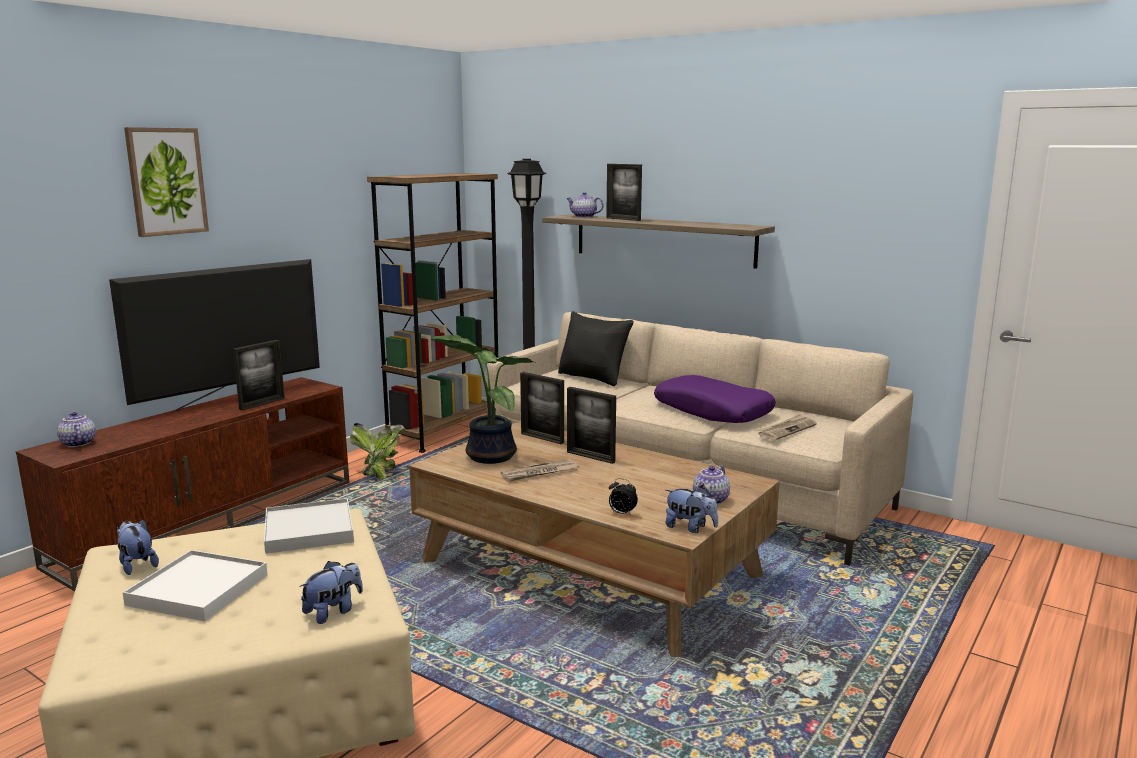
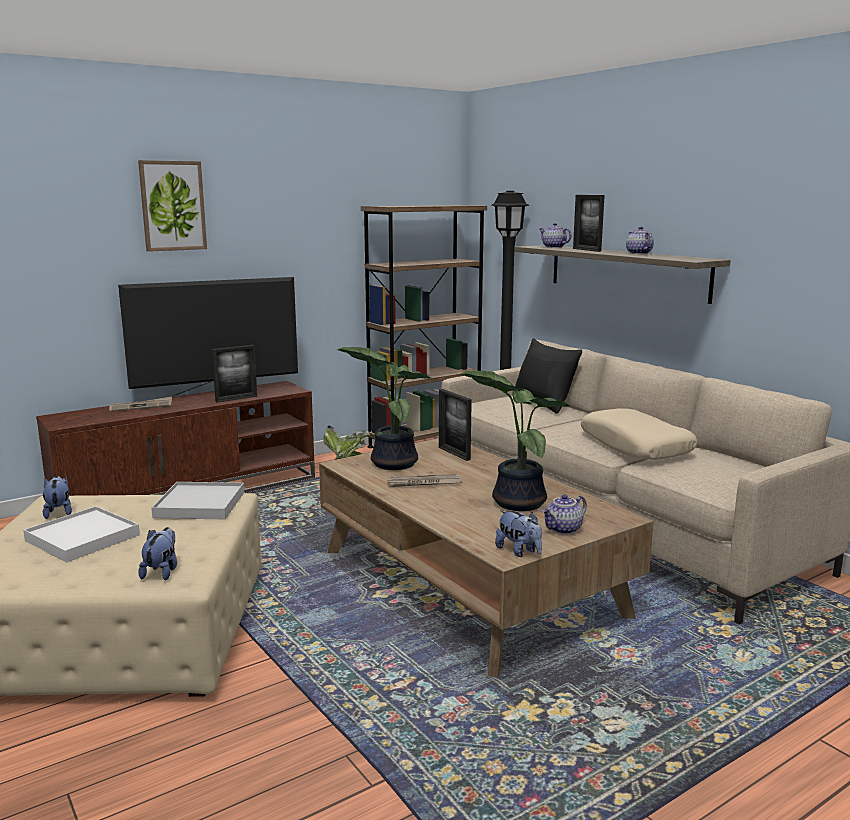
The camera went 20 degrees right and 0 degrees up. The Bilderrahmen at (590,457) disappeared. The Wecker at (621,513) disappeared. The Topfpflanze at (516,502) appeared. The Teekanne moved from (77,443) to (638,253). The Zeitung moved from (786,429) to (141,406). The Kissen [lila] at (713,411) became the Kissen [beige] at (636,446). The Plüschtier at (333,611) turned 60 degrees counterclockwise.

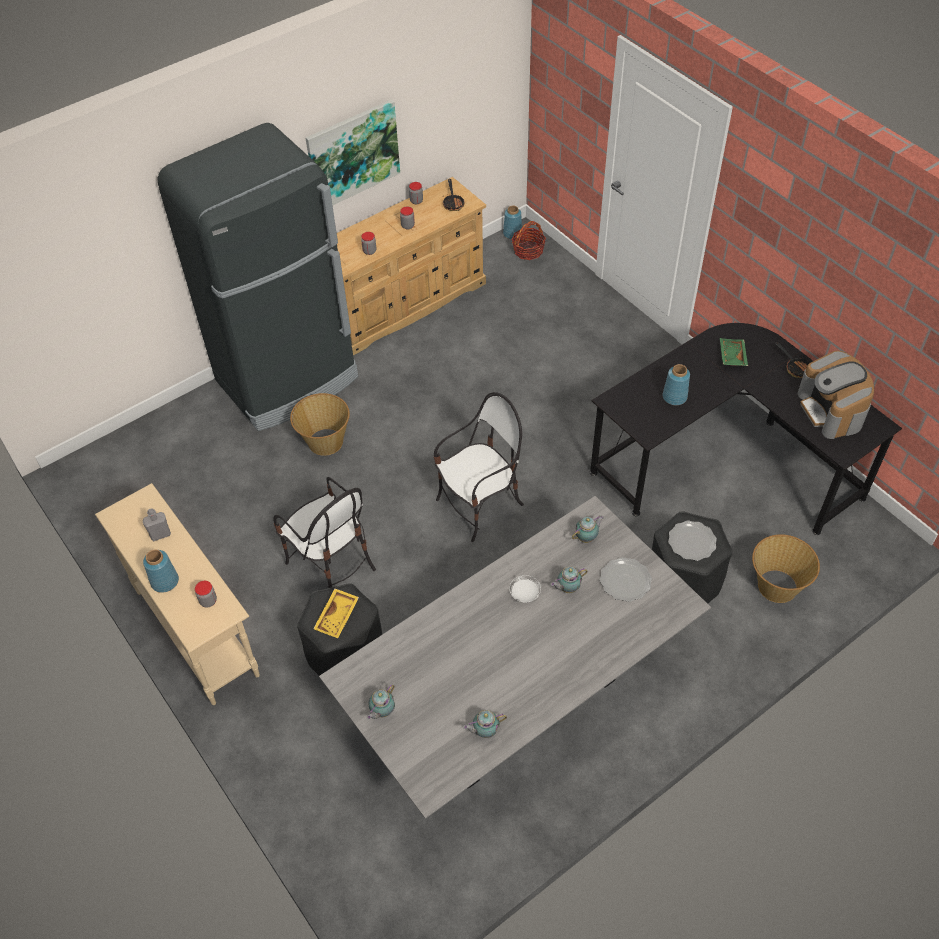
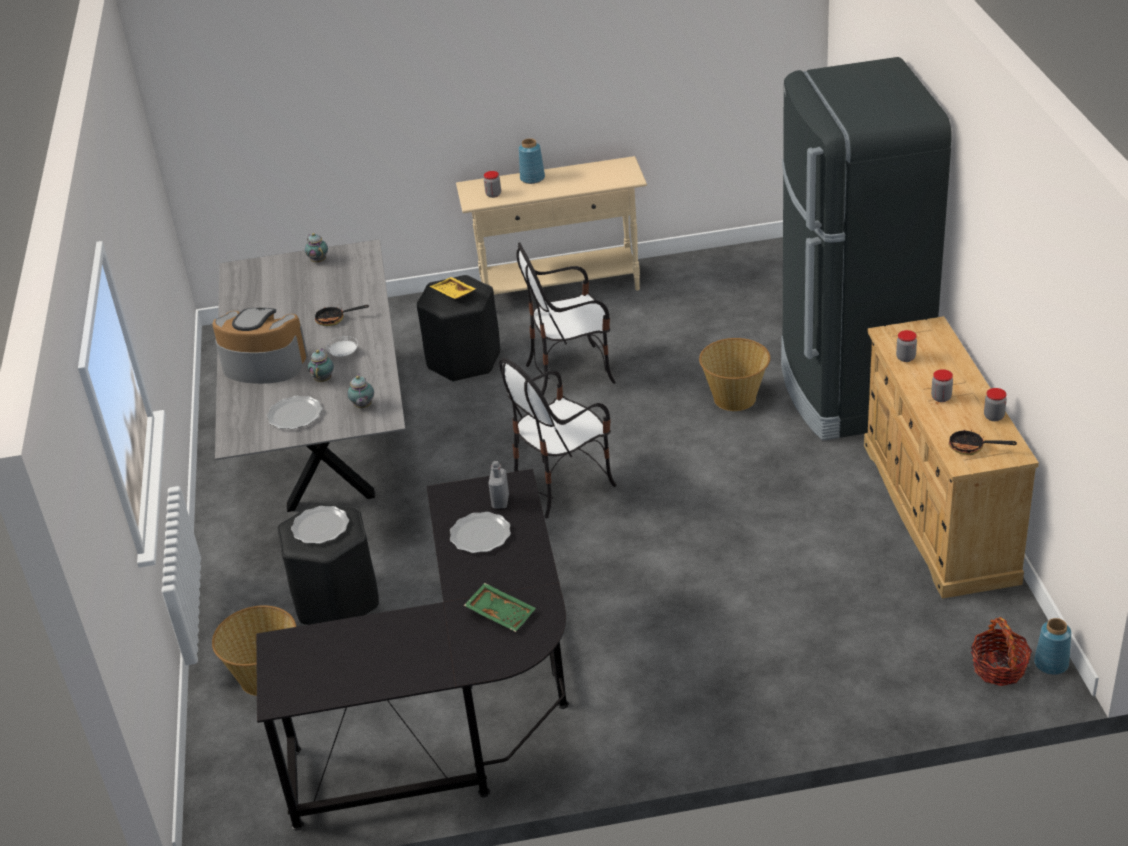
The camera went 120 degrees right and 15 degrees down. The Bild at (353,154) disappeared. The Teekanne at (484,731) disappeared. The Flasche [grau] moved from (160,534) to (500,501). The Pfanne moved from (795,367) to (335,319). The Kaffeemaschine moved from (831,410) to (263,365). The Vase [blau] at (674,396) was replaced by the Teller at (480,535). The Stuhl at (480,506) turned 60 degrees clockwise.

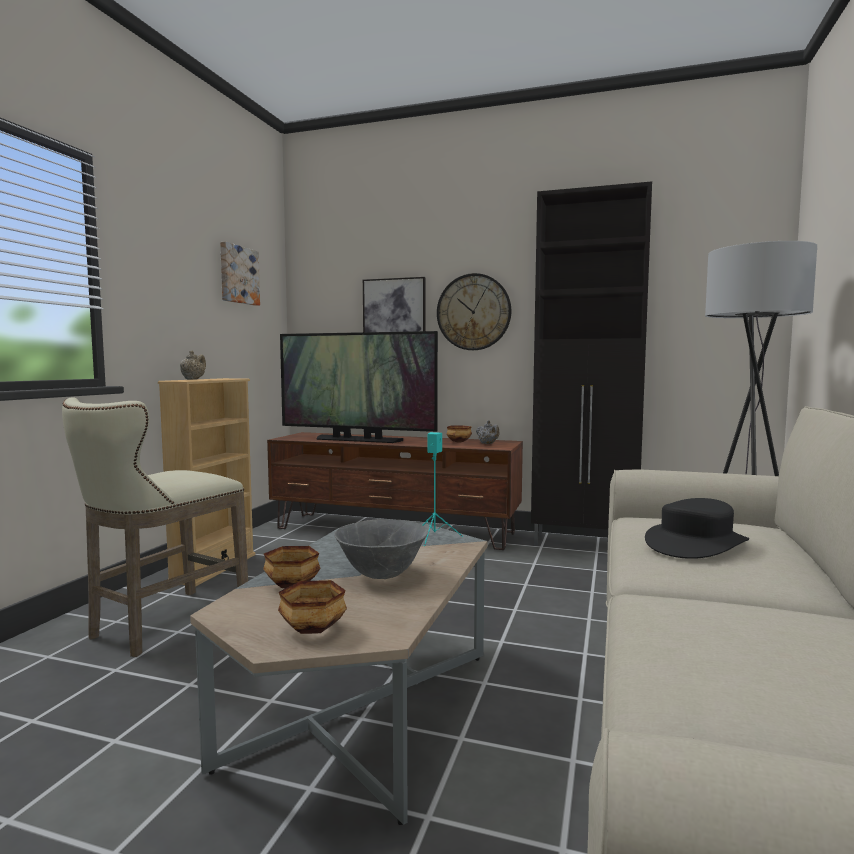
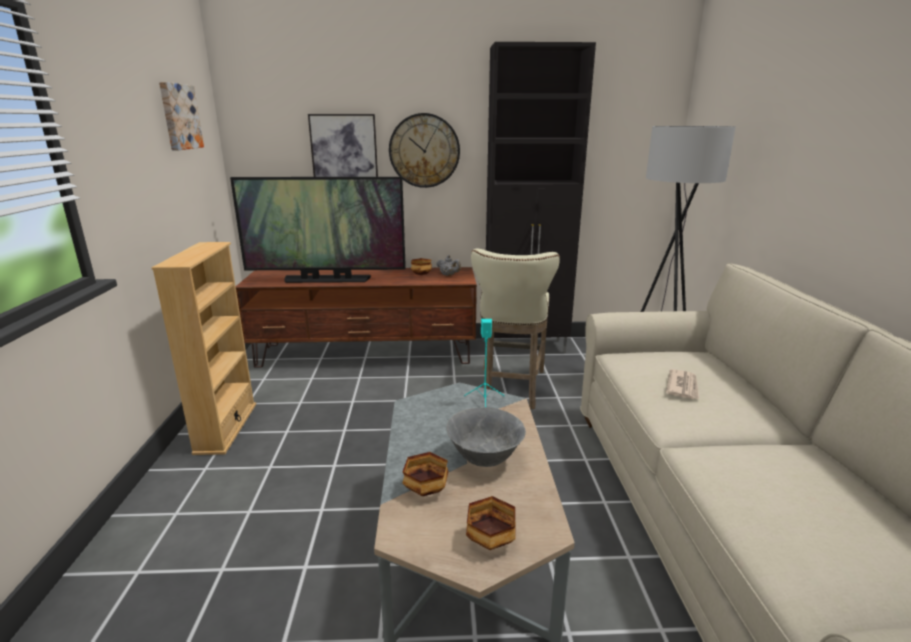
The camera went 20 degrees left and 15 degrees up. The Teekanne [beige] at (193,379) disappeared. The Hocker [beige] moved from (161,625) to (511,389). The Hut [schwarz] at (695,544) was replaced by the Zeitung at (683,386).

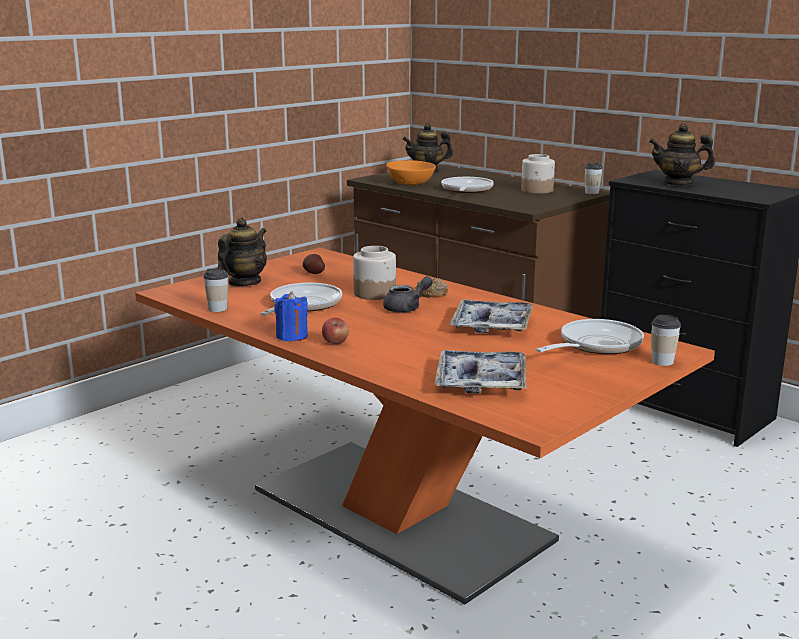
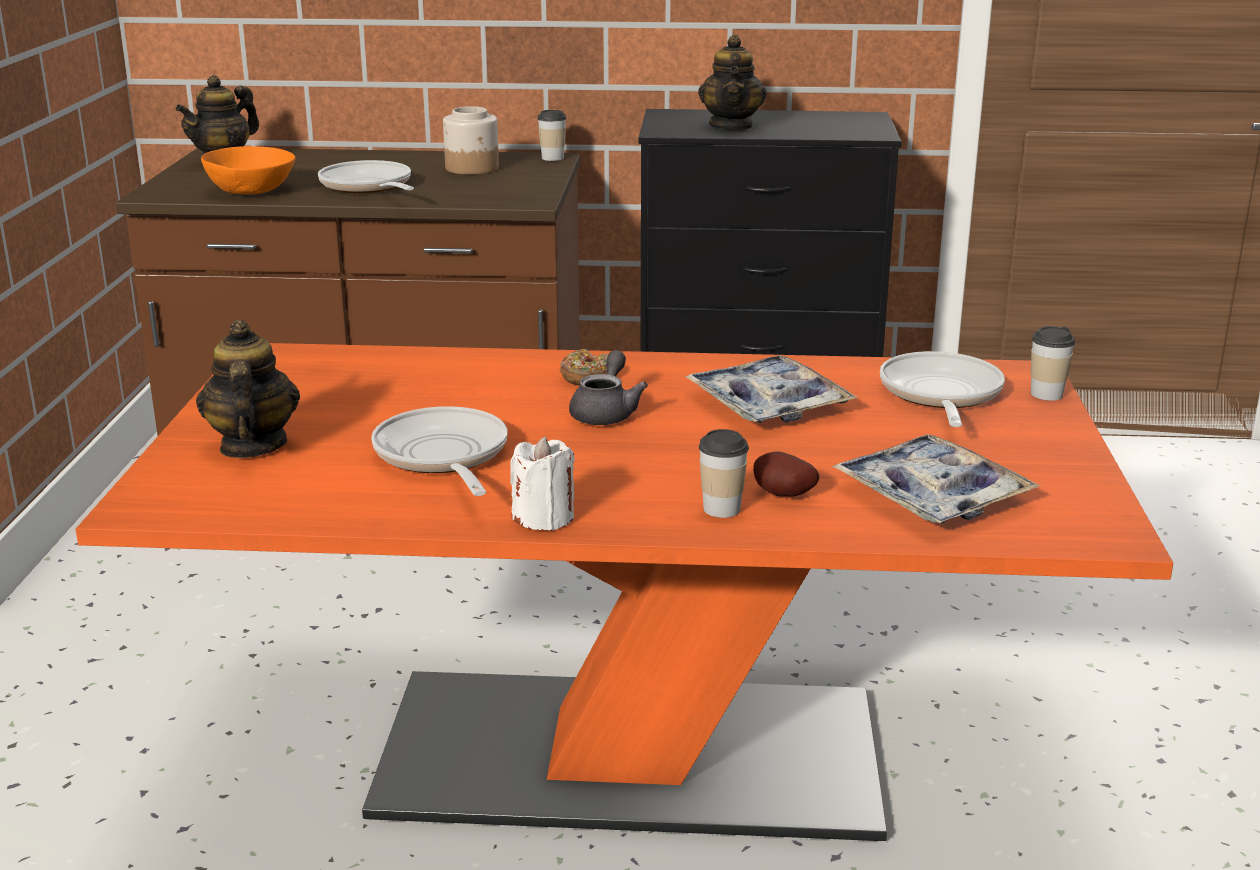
The camera went 40 degrees left and 5 degrees up. The Apfel at (335,343) disappeared. The Vorratsglas at (375,293) disappeared. The Tasse moved from (218,309) to (721,509). The Kartoffel moved from (313,274) to (782,496). The Kerze [blau] at (292,336) became the Kerze [weiß] at (544,518). The Teekanne at (678,183) turned 60 degrees counterclockwise.

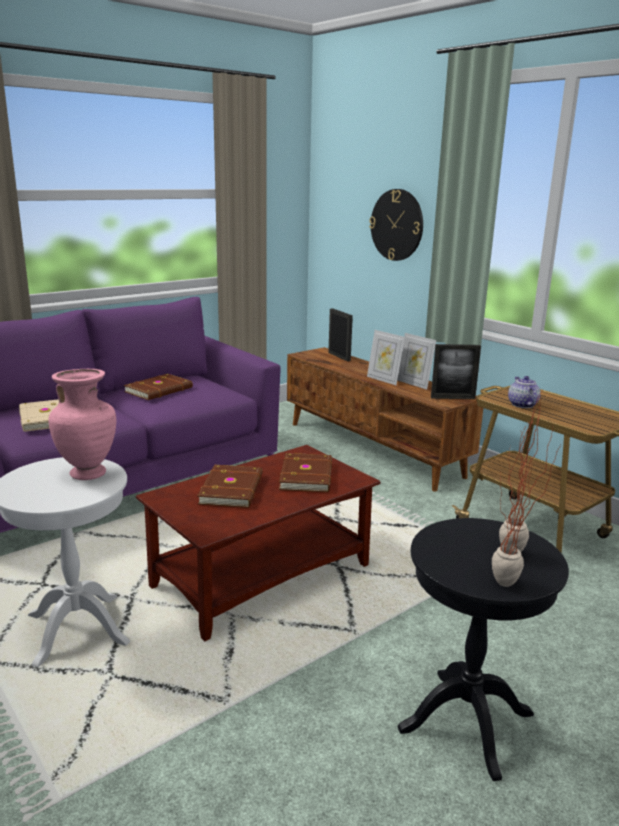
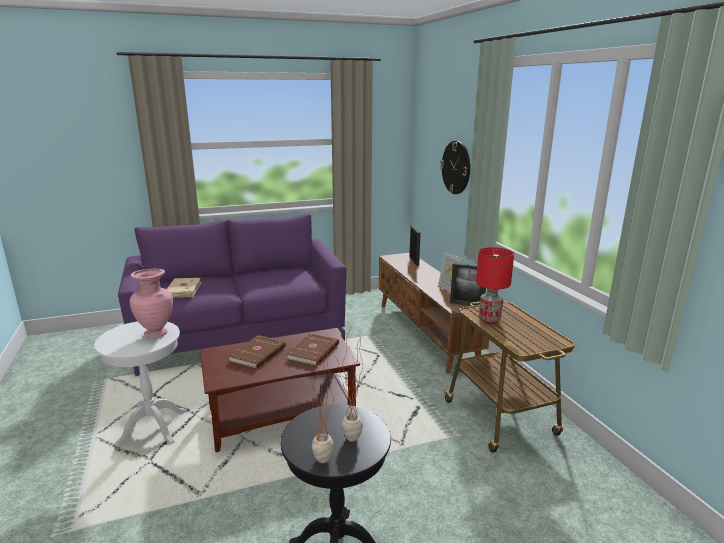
The camera went 20 degrees right and 0 degrees up. The Buch [braun] at (160,390) disappeared. The Bilderrahmen at (383,380) disappeared. The Teekanne at (521,404) was replaced by the Tischlampe [rot] at (489,319).

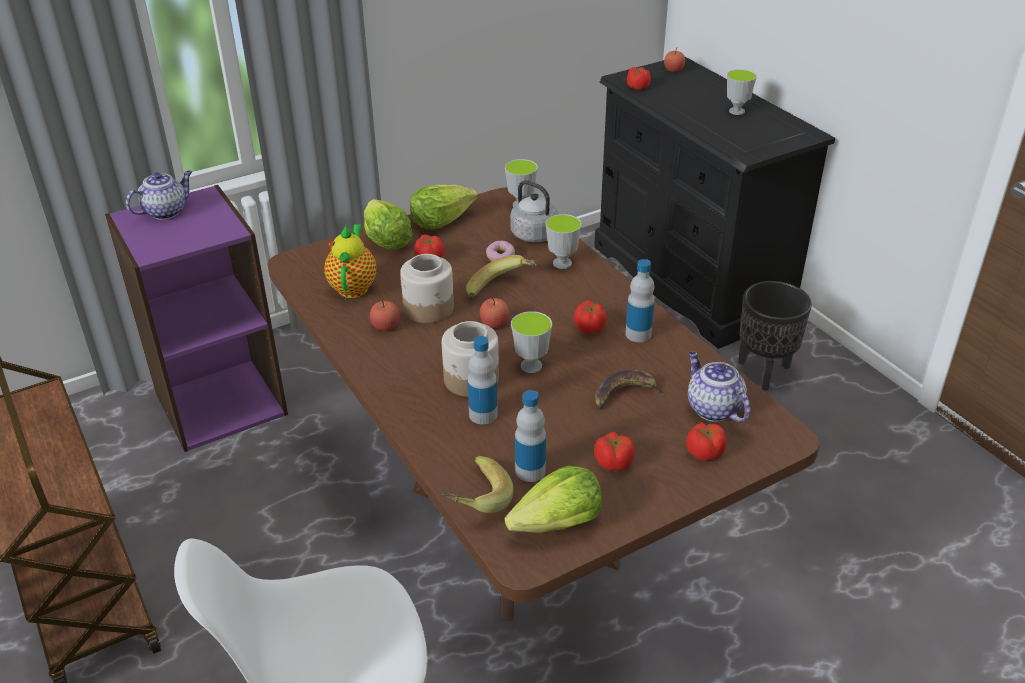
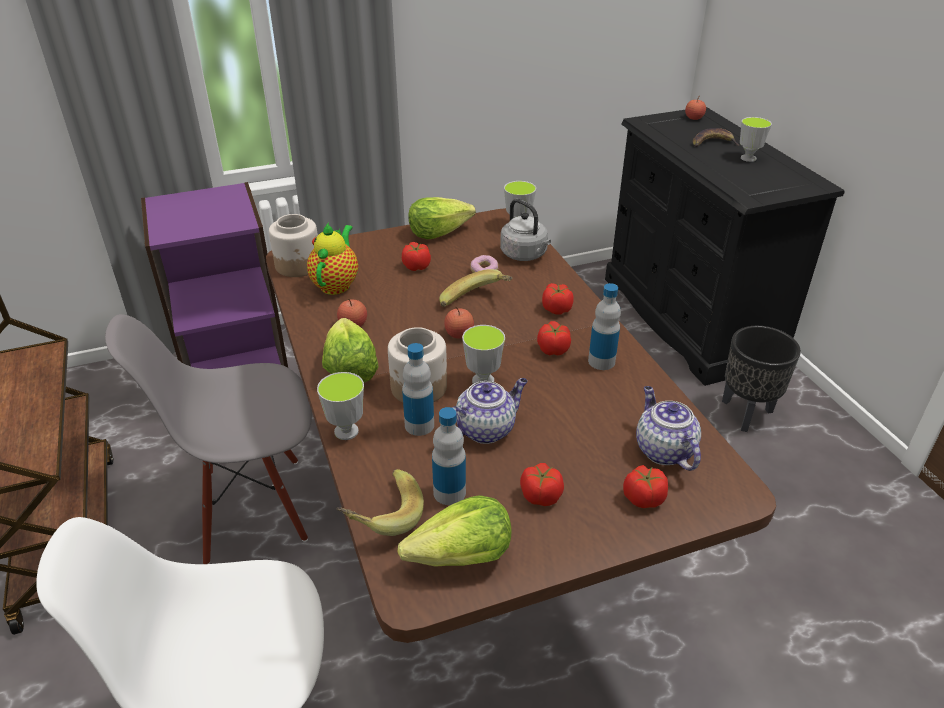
The camera went 10 degrees right and 0 degrees up. The Stuhl [grau] at (253,507) appeared. The Teekanne moved from (166,211) to (486,429). The Salatkopf moved from (386,239) to (349,368). The Vorratsglas moved from (429,309) to (298,265). The Tasse moved from (562,263) to (346,431). The Banane moved from (625,394) to (712,143). The Tomate moved from (637,87) to (556,309).

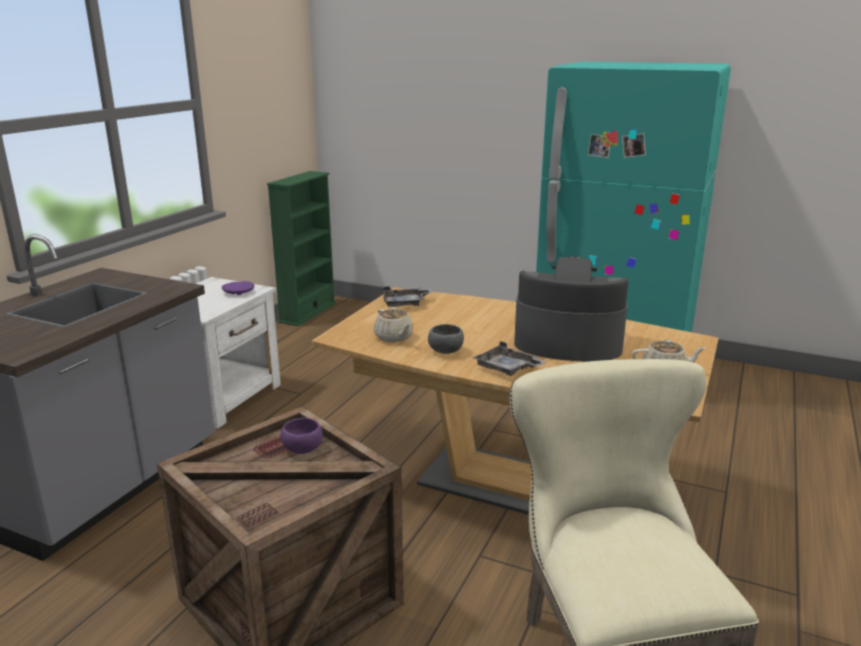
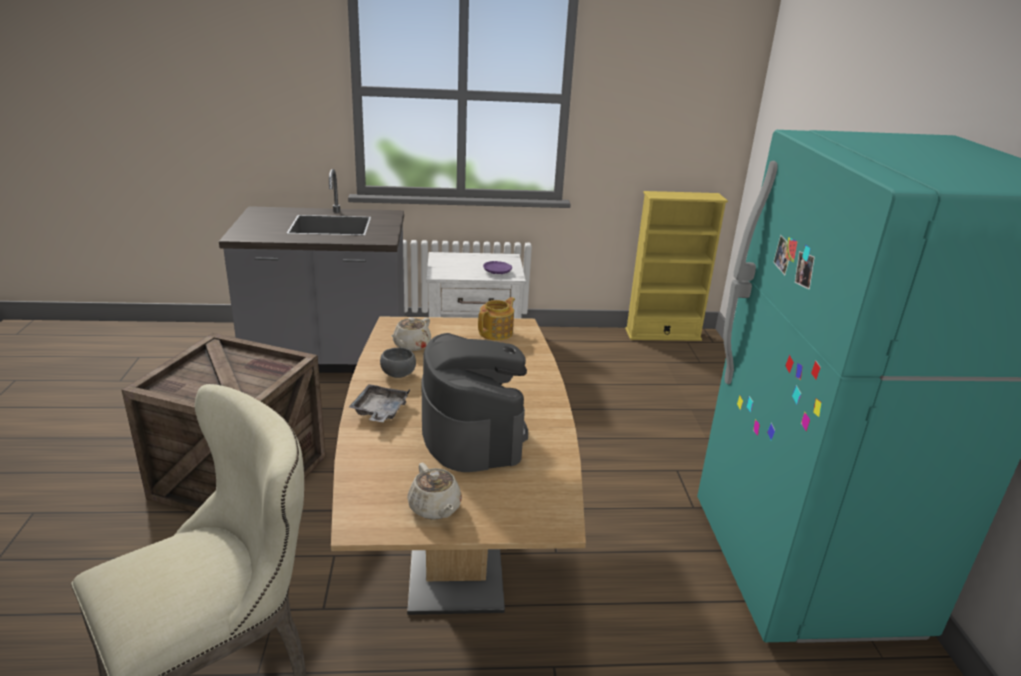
The camera went 60 degrees right and 5 degrees up. The Schüssel [lila] at (302,450) disappeared. The Tablett [grau] at (405,303) was replaced by the Teekanne at (496,332). The Bücherregal [grün] at (308,313) became the Bücherregal [gelb] at (662,334).

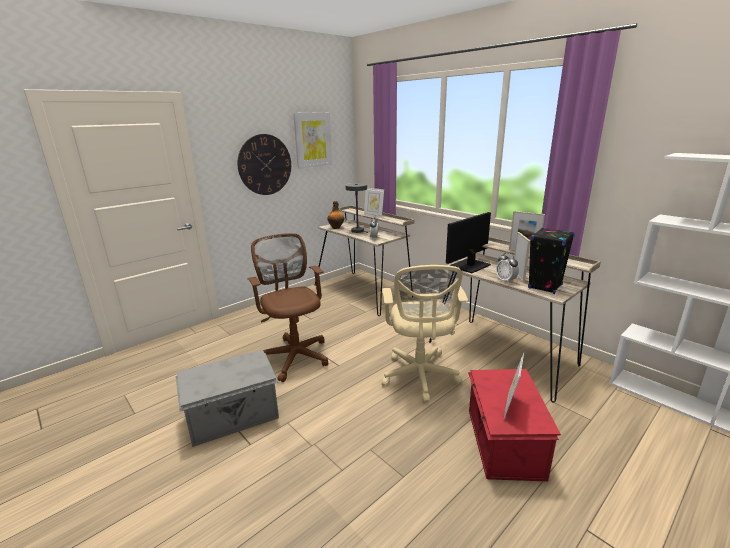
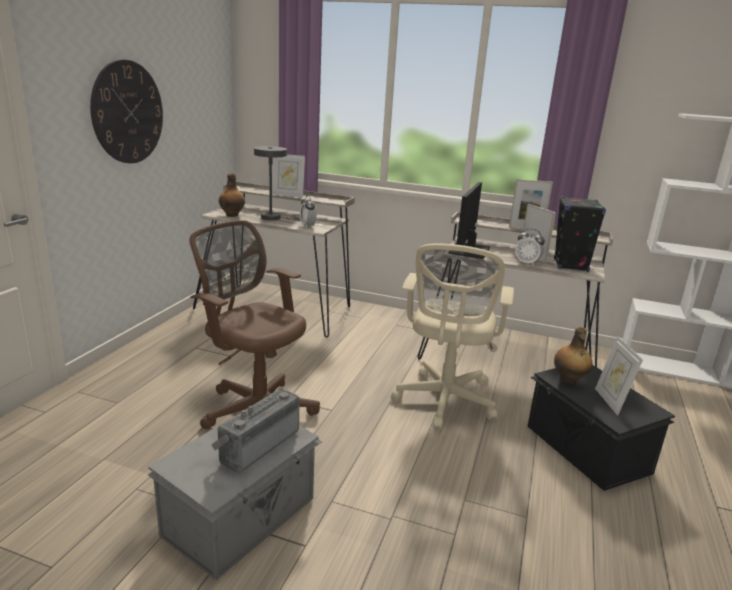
The camera went 30 degrees left and 0 degrees up. The Bild at (313,140) disappeared. The Radio at (257,444) appeared. The Flasche at (568,380) appeared. The Aufbewahrungsbox [rot] at (502,443) became the Aufbewahrungsbox [schwarz] at (586,449). The Bürostuhl [beige] at (420,377) turned 45 degrees clockwise.

